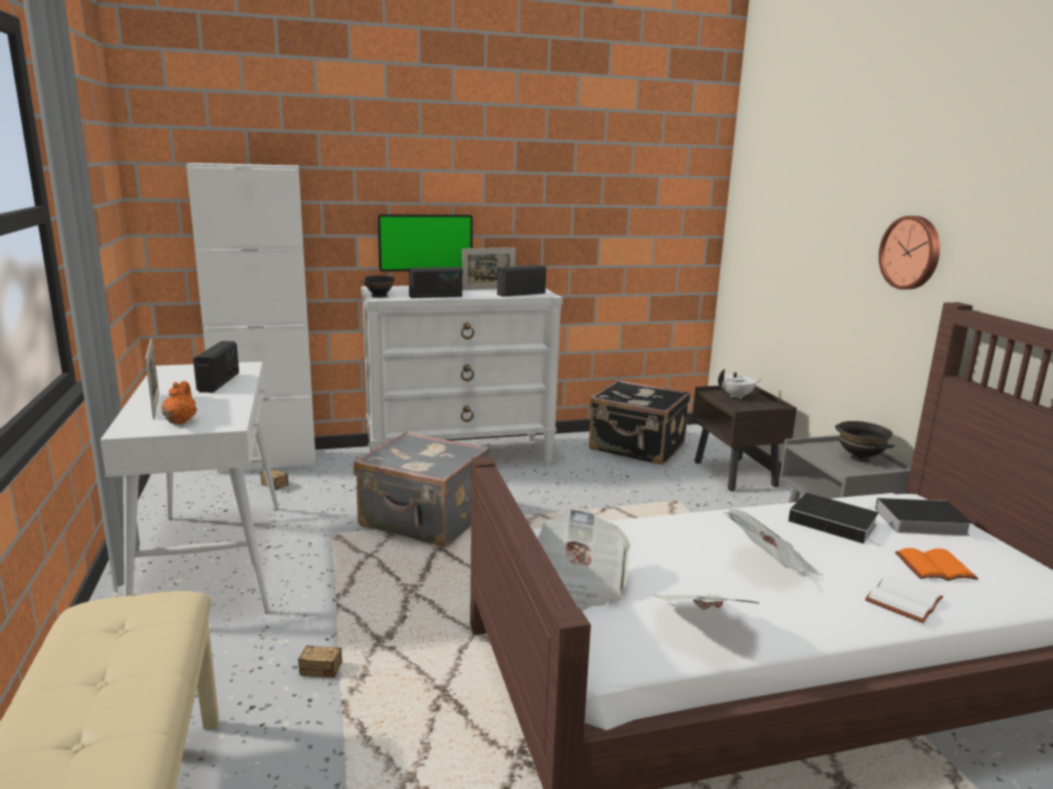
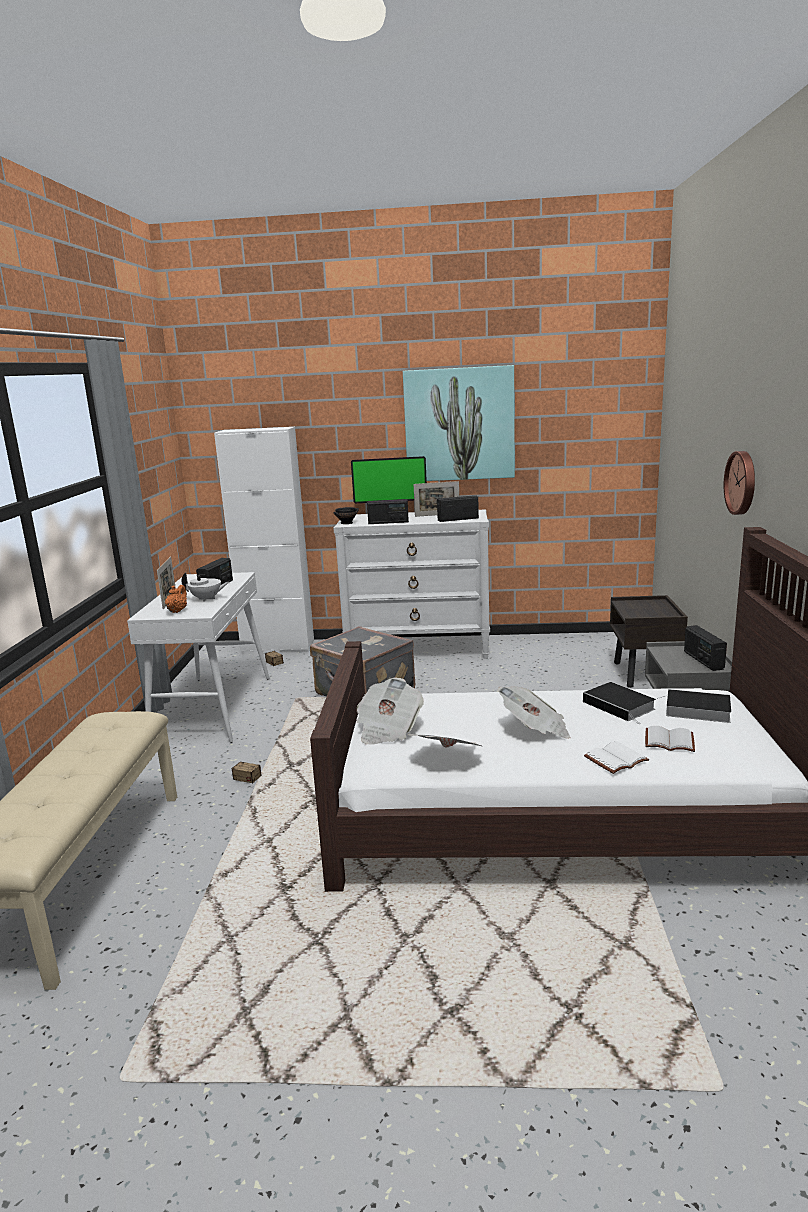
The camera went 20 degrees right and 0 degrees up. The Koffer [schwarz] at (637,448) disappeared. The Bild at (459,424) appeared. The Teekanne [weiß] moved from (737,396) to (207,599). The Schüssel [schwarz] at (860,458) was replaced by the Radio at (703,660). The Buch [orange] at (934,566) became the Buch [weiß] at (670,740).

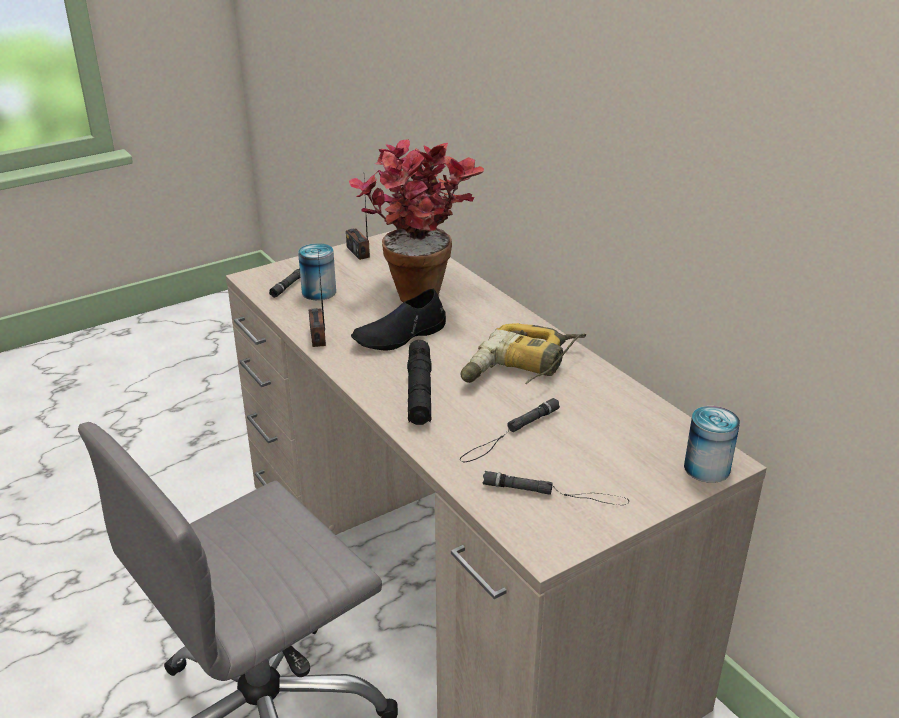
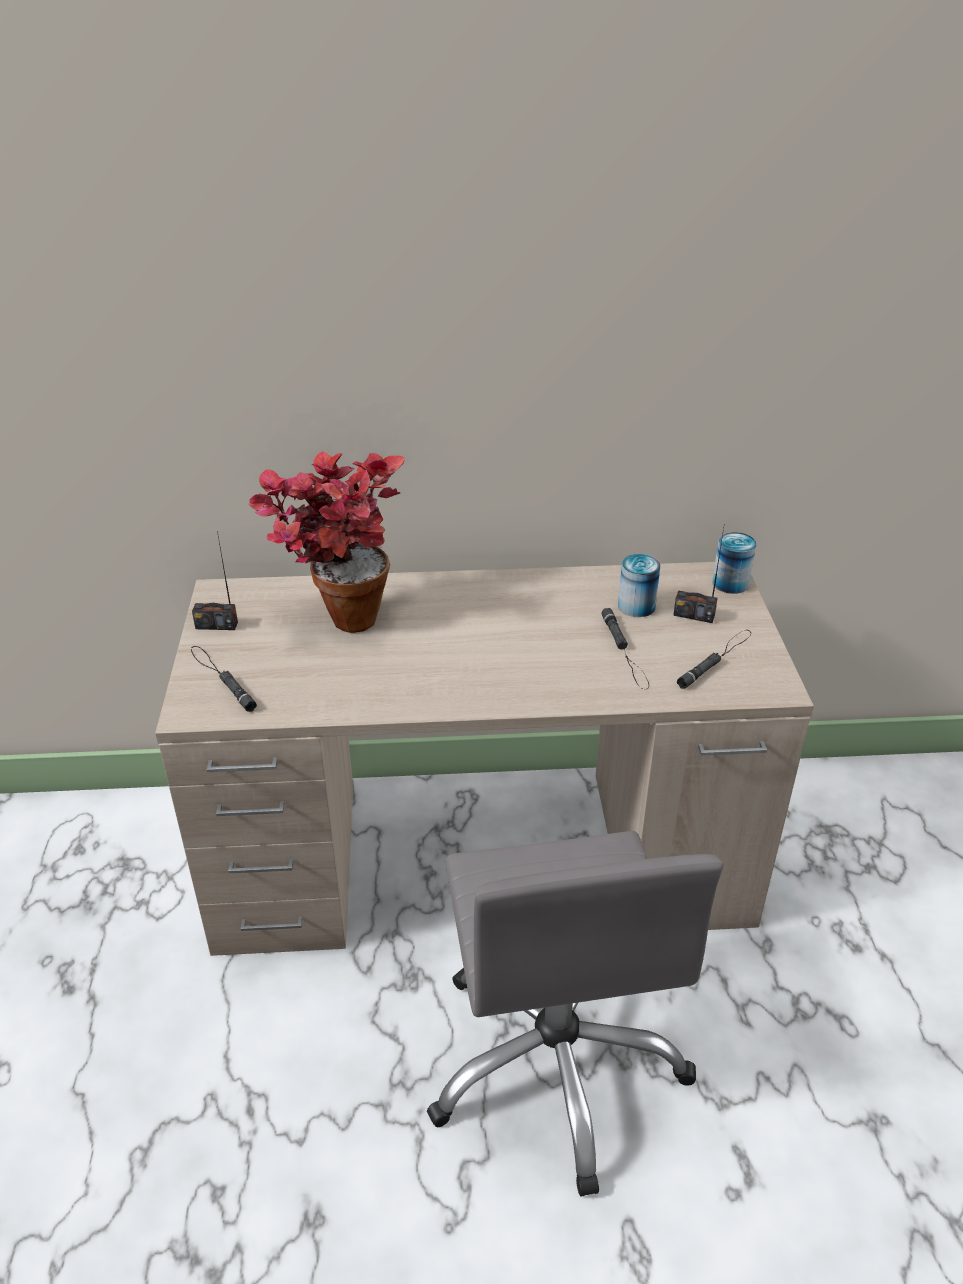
The camera went 60 degrees left and 5 degrees up. The Schuh [schwarz] at (399,336) disappeared. The Taschenlampe [schwarz] at (419,391) disappeared. The Bohrmaschine at (521,368) disappeared. The Dose moved from (319,292) to (636,606). The Radio moved from (318,336) to (694,615).

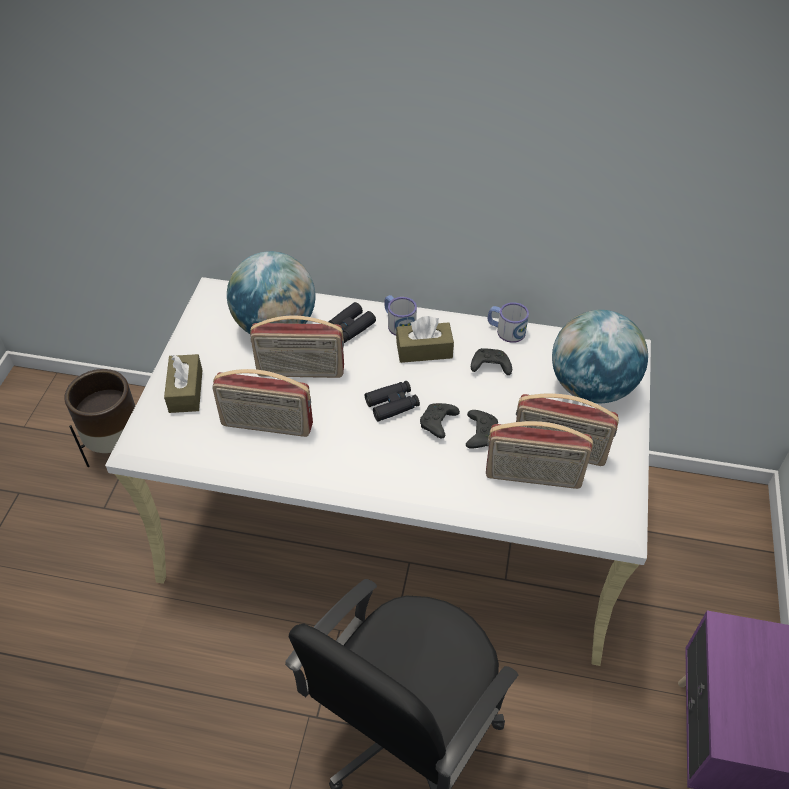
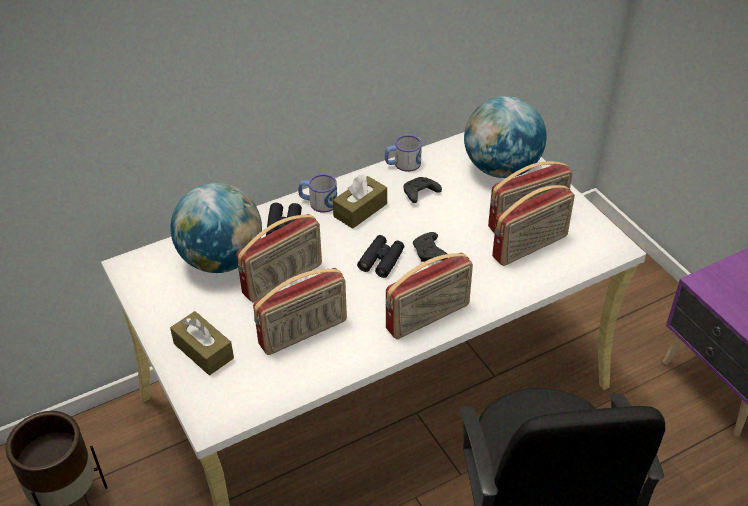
The camera went 40 degrees left and 5 degrees down. The Gamepad [schwarz] at (480,434) disappeared. The Radio at (428,318) appeared.

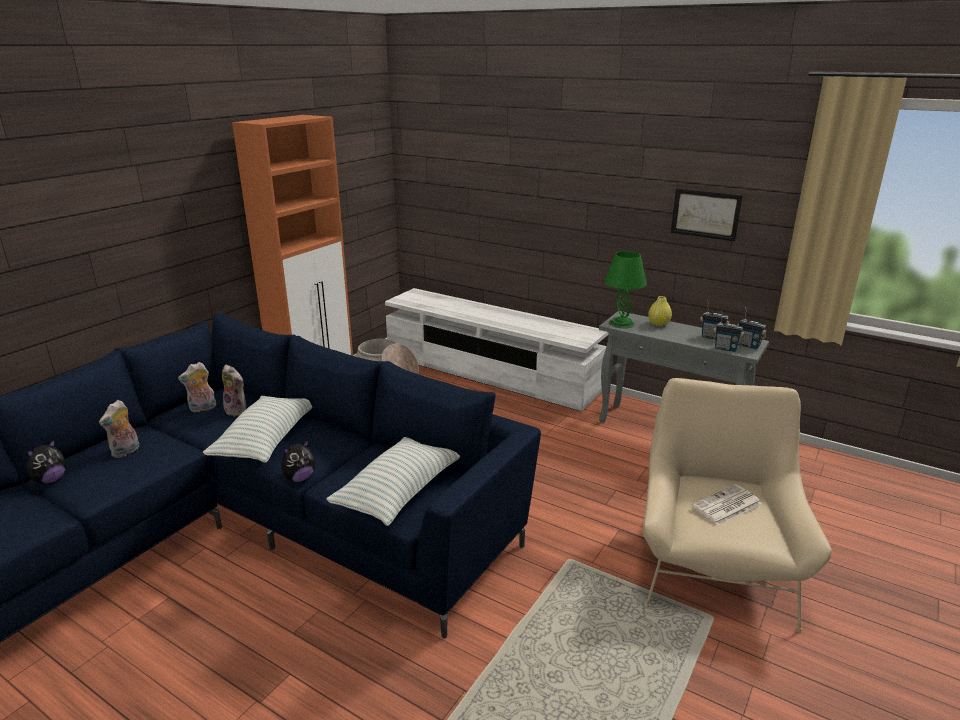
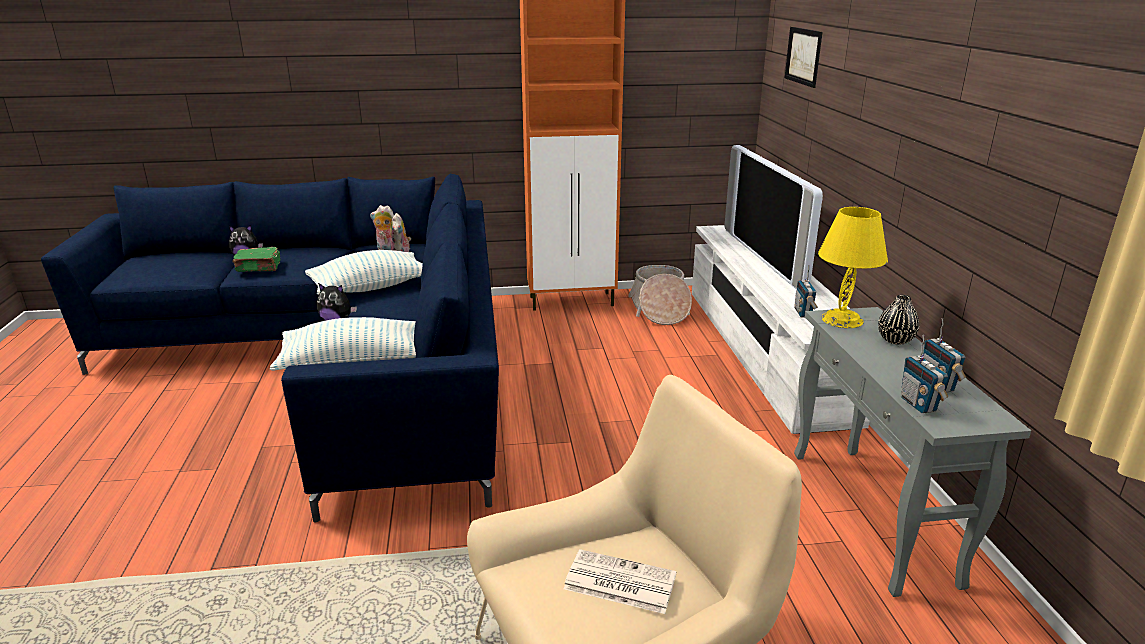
The camera went 50 degrees right and 0 degrees up. The Plüschtier at (126,452) disappeared. The Buch [grün] at (259,267) appeared. The Fernseher at (767,257) appeared. The Bild moved from (705,214) to (803,56). The Radio moved from (748,346) to (803,313). The Tischlampe [grün] at (621,323) became the Tischlampe [gelb] at (841,319). The Vase [gelb] at (658,324) became the Vase [schwarz] at (895,340).

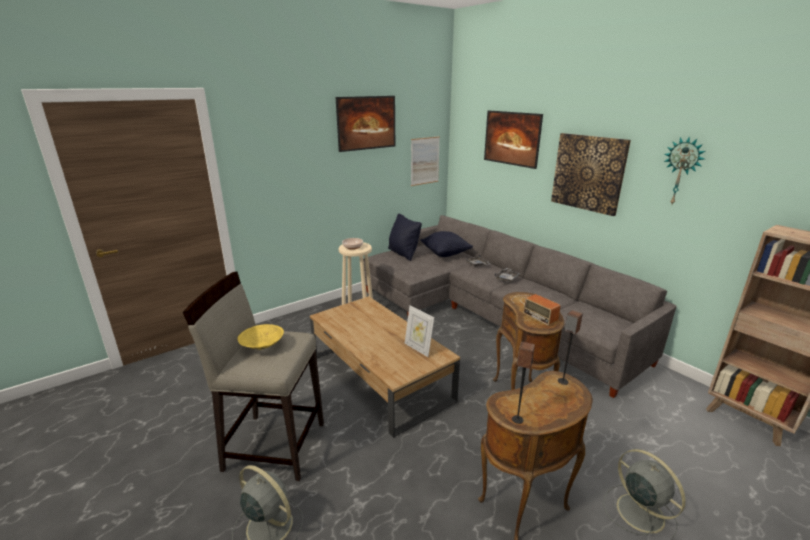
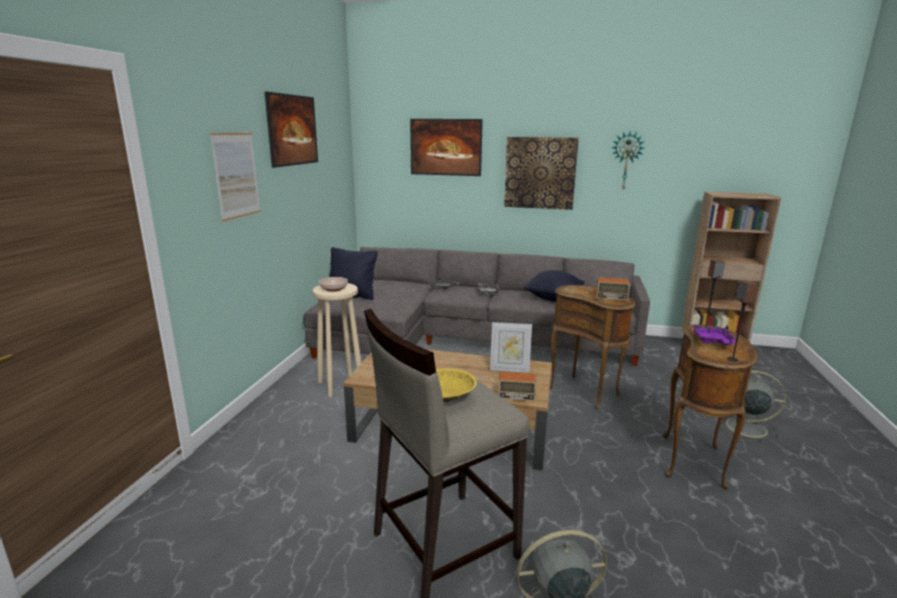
The camera went 40 degrees left and 5 degrees down. The Radio at (497,389) appeared. The Tablett [lila] at (713,341) appeared. The Bild moved from (425,161) to (236,175). The Kissen [schwarz] moved from (445,254) to (553,298).

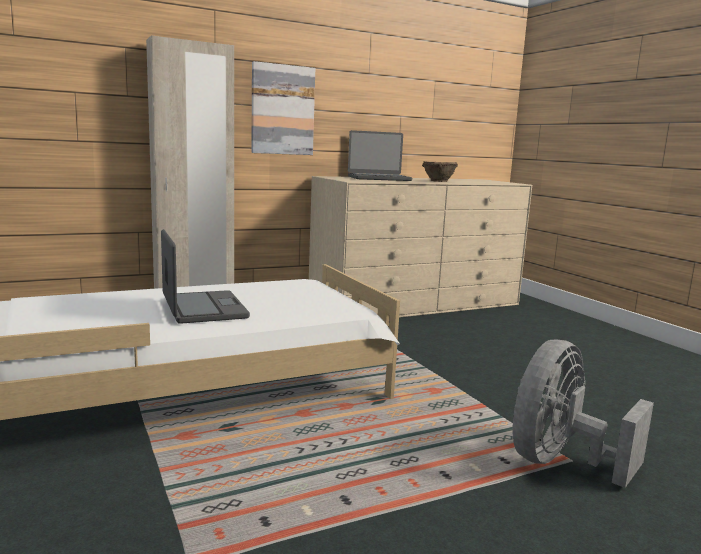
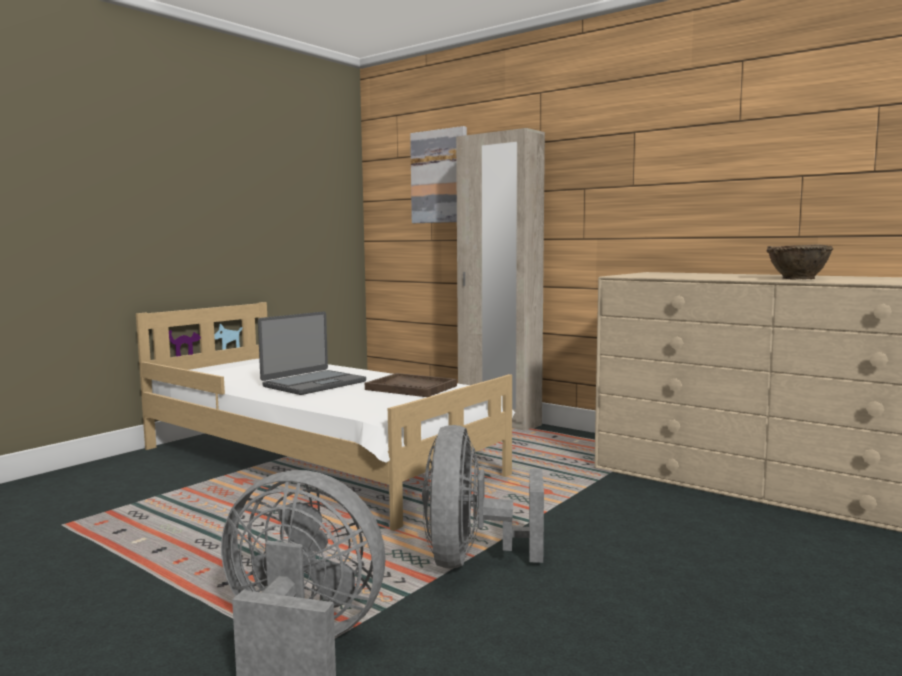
The camera went 65 degrees right and 5 degrees down. The Laptop at (378,178) disappeared. The Tablett [braun] at (411,388) appeared. The Ventilator [grau] at (471,559) appeared. The Bild moved from (282,110) to (439,176).

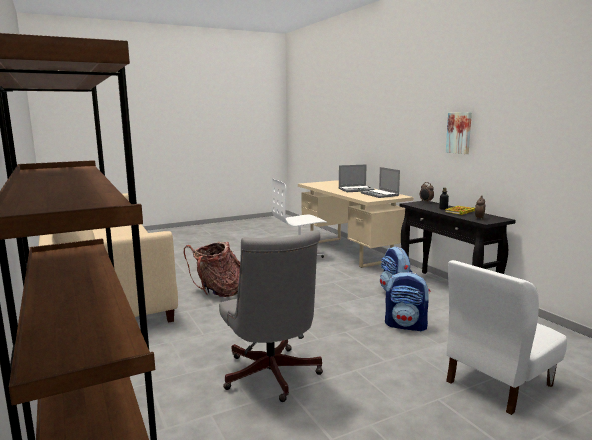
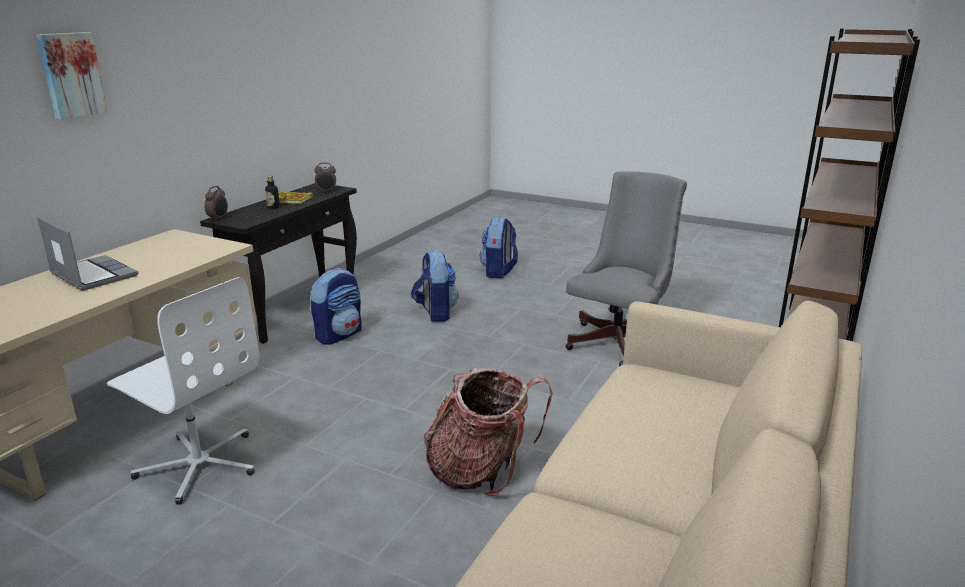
The camera went 125 degrees left and 10 degrees up. The Laptop at (380,194) disappeared. The Bild moved from (459,132) to (71,75). The Stuhl [weiß] at (498,383) was replaced by the Rucksack at (499,272).

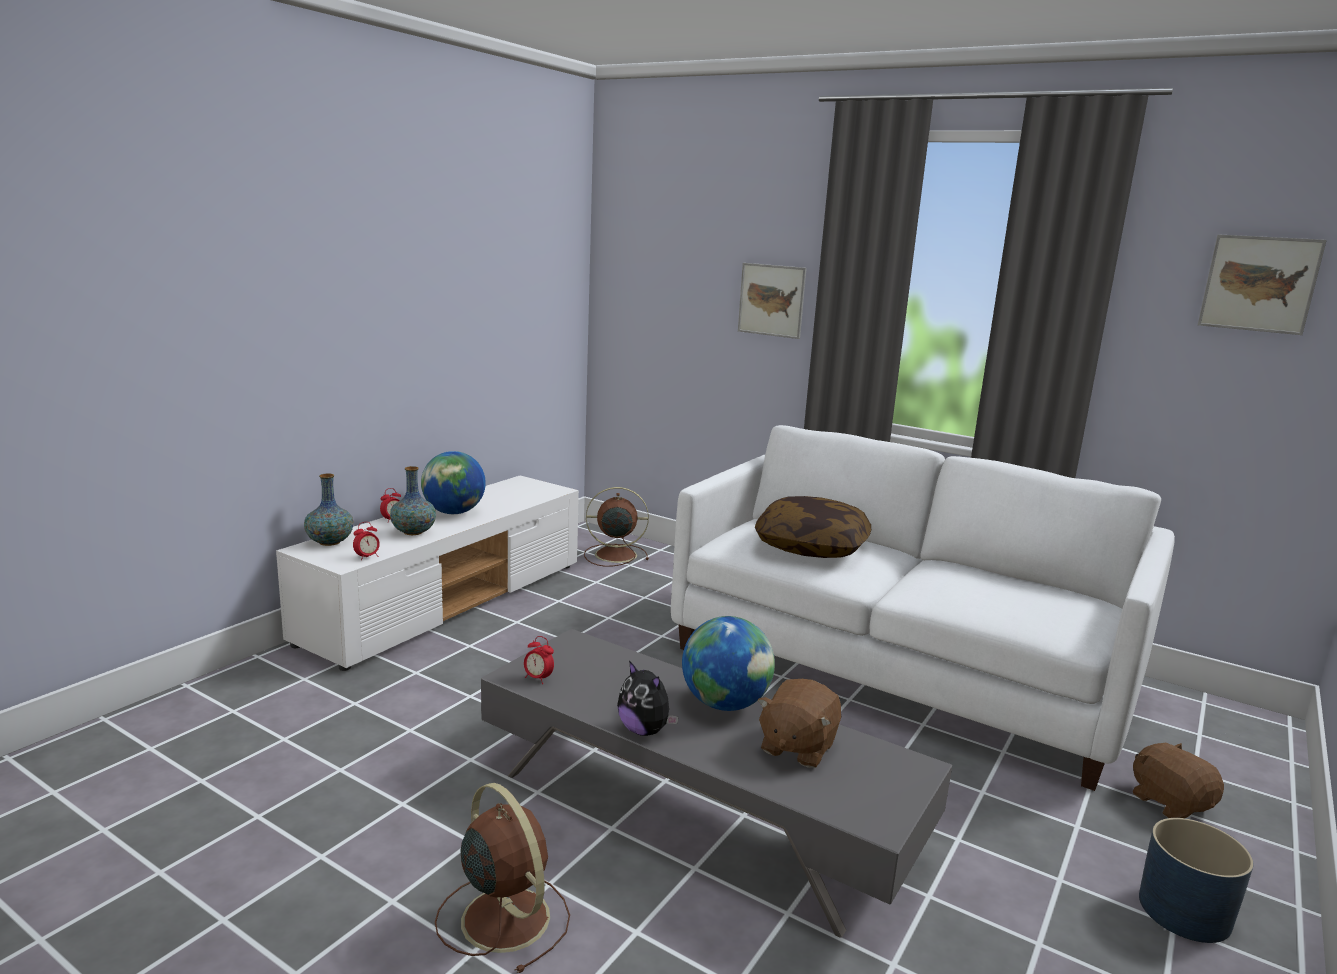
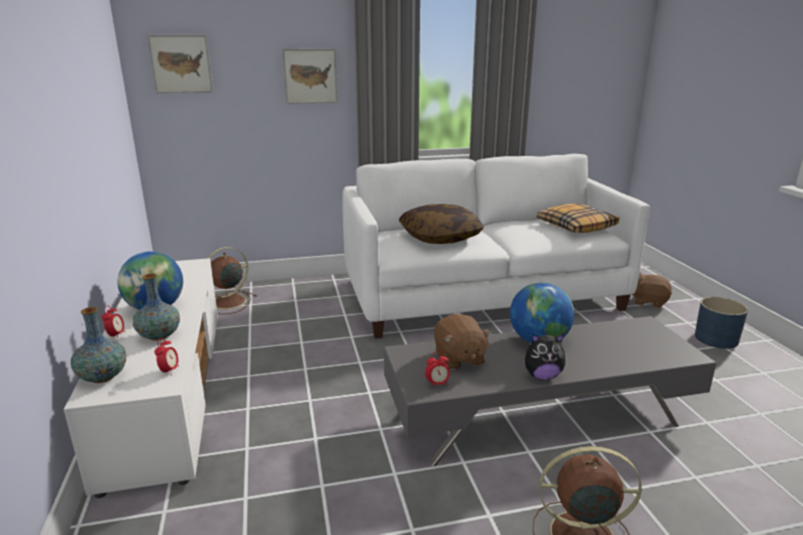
The camera went 45 degrees left and 5 degrees up. The Kissen at (575,226) appeared. The Plüschtier [braun] moved from (796,747) to (459,359). The Bild moved from (1259,284) to (181,64).

